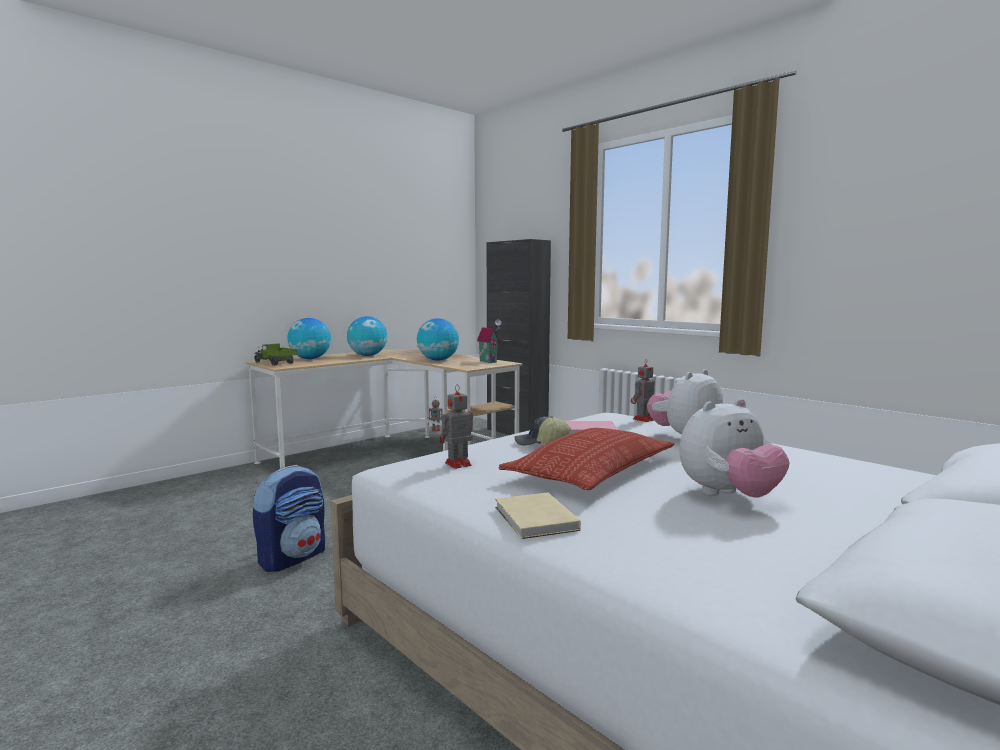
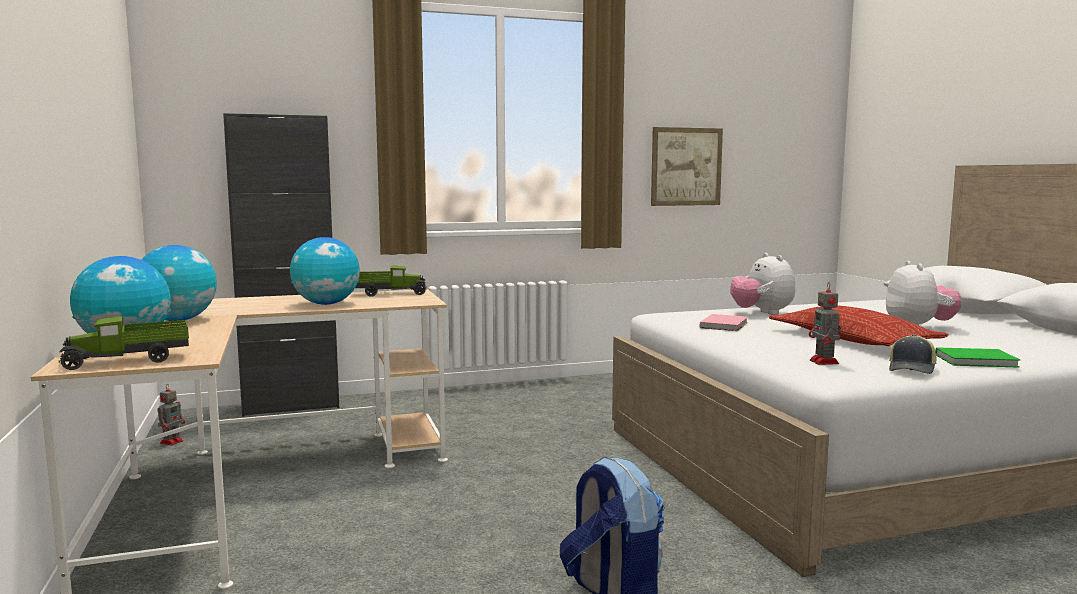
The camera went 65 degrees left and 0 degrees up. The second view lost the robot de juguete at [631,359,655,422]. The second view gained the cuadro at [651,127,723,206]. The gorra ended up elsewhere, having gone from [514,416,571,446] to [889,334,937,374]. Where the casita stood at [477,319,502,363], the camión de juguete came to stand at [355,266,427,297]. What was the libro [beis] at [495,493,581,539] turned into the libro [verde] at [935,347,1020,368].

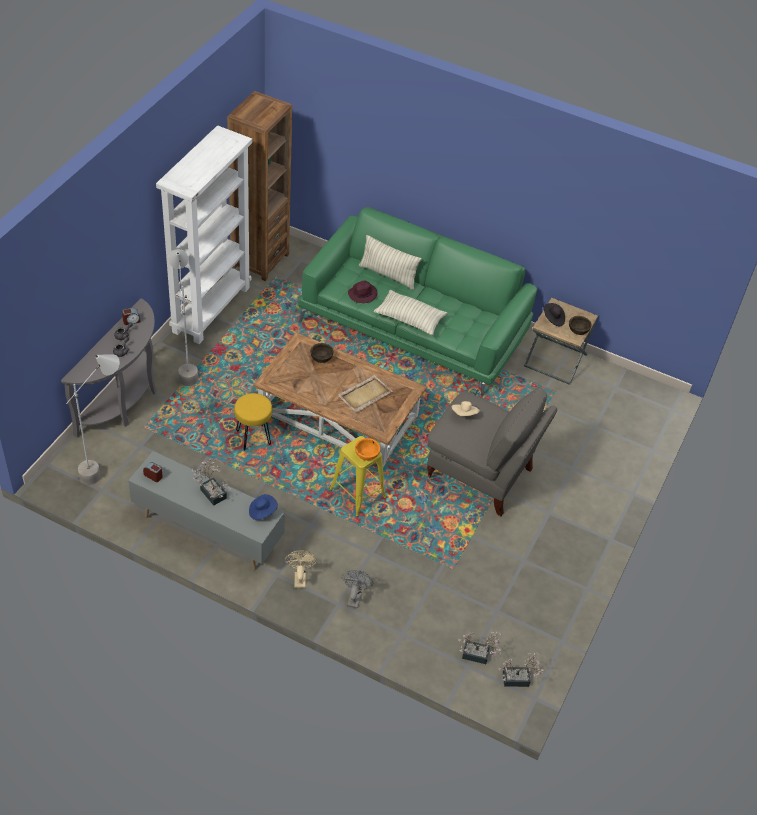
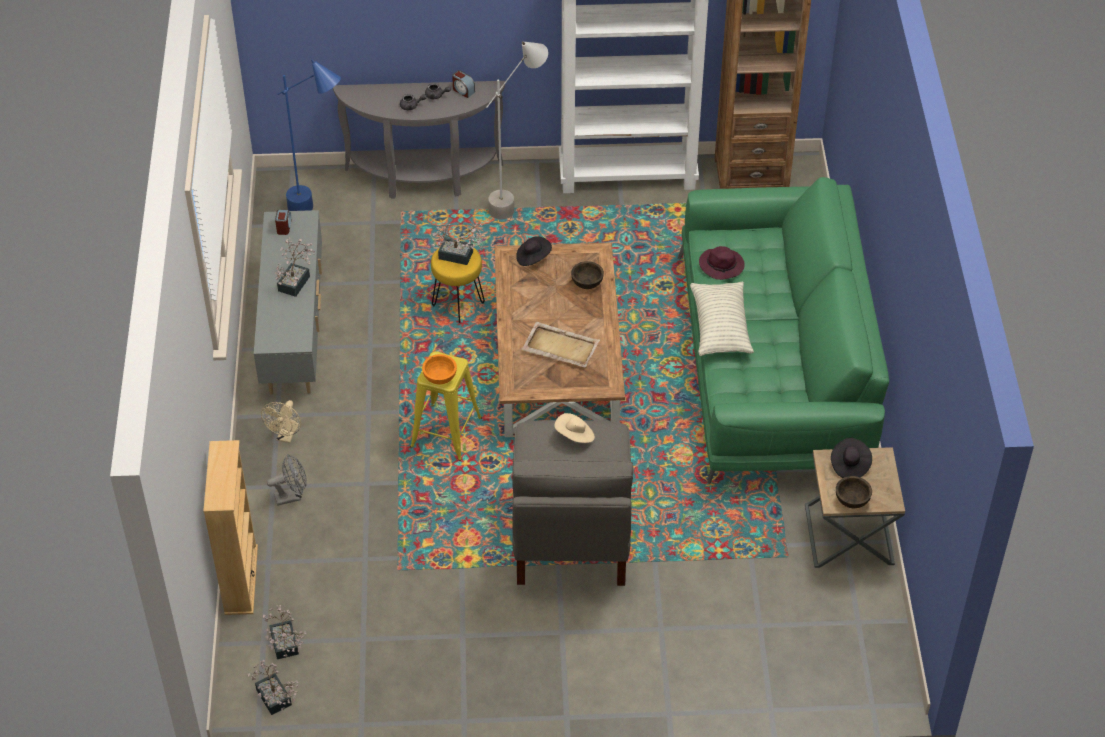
The camera went 65 degrees right and 0 degrees up. The second view lost the sombrero [azul] at [249,494,278,520]. The second view lost the cojín at [359,235,422,290]. The second view gained the estantería [beis] at [203,440,258,615]. The second view gained the planta en maceta at [432,223,482,265]. The second view gained the sombrero [negro] at [516,236,552,266]. What was the lámpara de pie [gris] at [66,354,120,485] turned into the lámpara de pie [azul] at [277,59,341,211]. The ventilador [beis] at [285,550,317,588] ended up facing another way, 135 degrees clockwise from before.

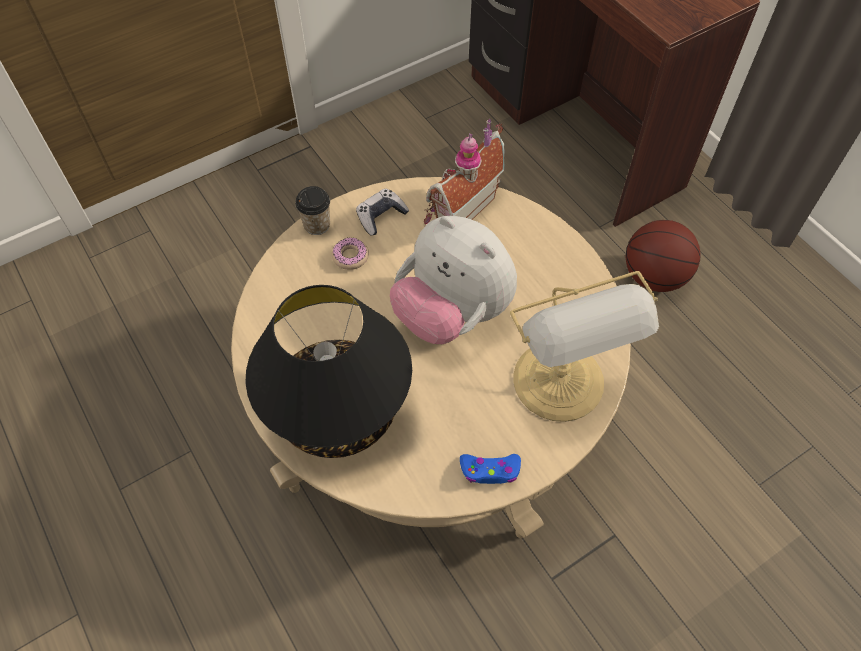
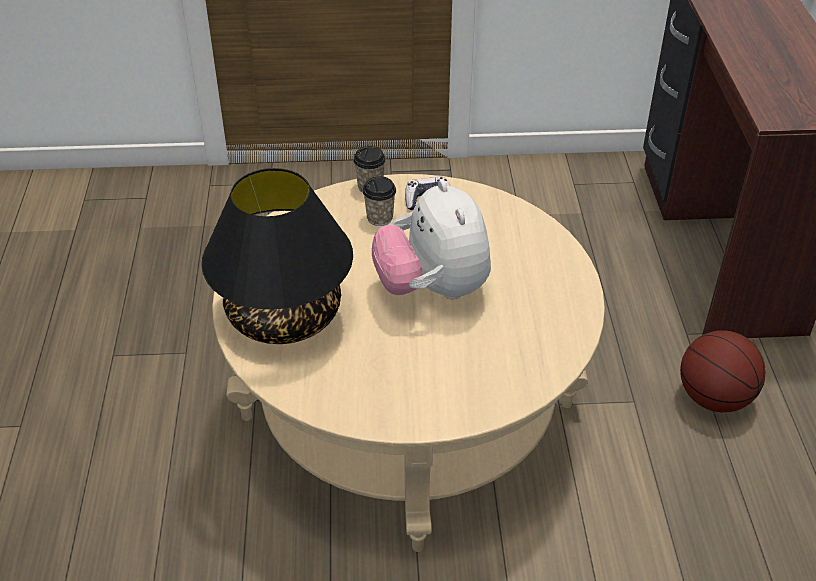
The camera went 30 degrees right and 15 degrees down. The second view lost the casita at [424,119,505,224]. The second view lost the mando de consola [azul] at [460,454,521,484]. The second view lost the lámpara de mesa at [510,271,659,422]. Where the rosquilla stood at [332,237,369,270], the taza came to stand at [362,176,396,226].

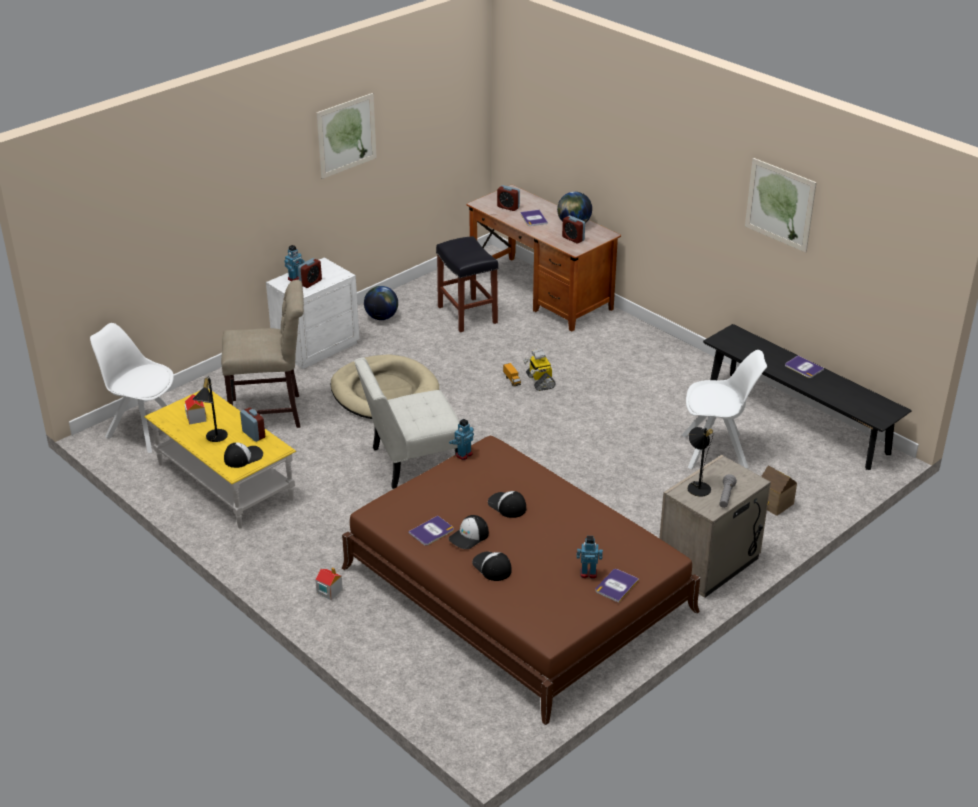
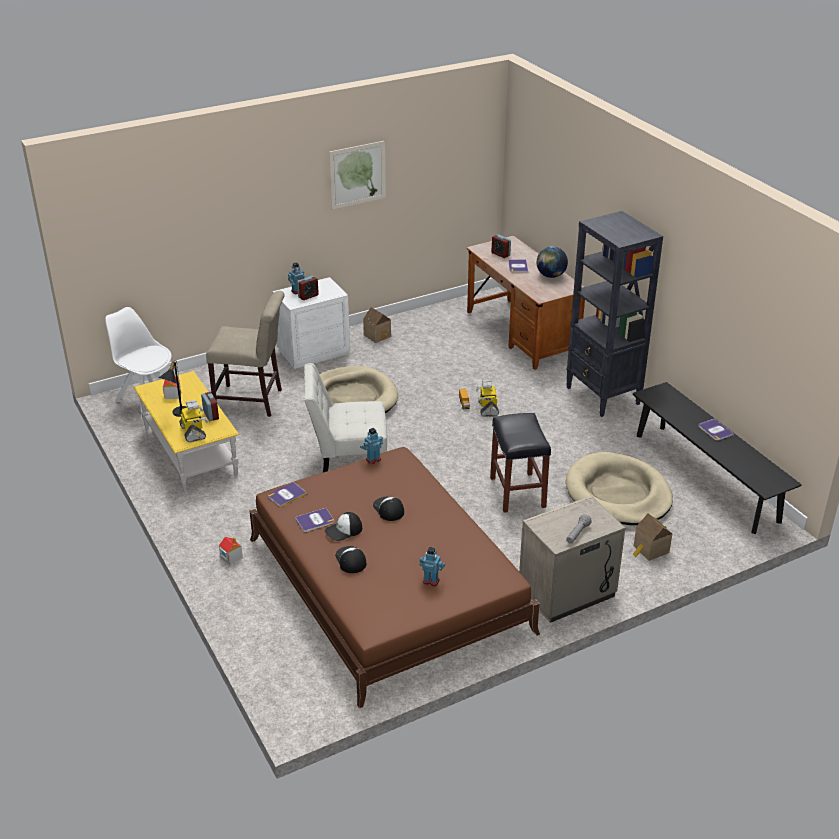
The camera went 15 degrees right and 0 degrees up. The second view lost the despertador at [562,215,585,243]. The second view lost the lámpara de mesa [negro] at [687,427,713,497]. The second view lost the cuadro at [745,158,817,253]. The second view gained the estantería [negro] at [566,211,663,417]. The taburete [negro] ended up elsewhere, having gone from [436,236,498,332] to [490,413,551,513]. The libro ended up elsewhere, having gone from [596,569,639,603] to [268,482,307,507]. Where the gorra stood at [224,442,263,468], the robot de juguete came to stand at [179,400,208,442]. Where the globo terráqueo stood at [364,286,398,320], the casita came to stand at [363,307,392,343]. Where the silla [blanco] stood at [681,350,767,469], the cama para perro [beis] came to stand at [566,452,673,525].

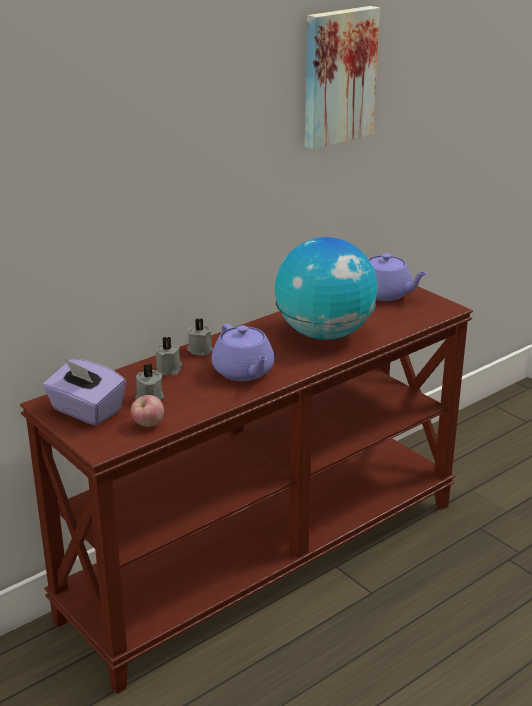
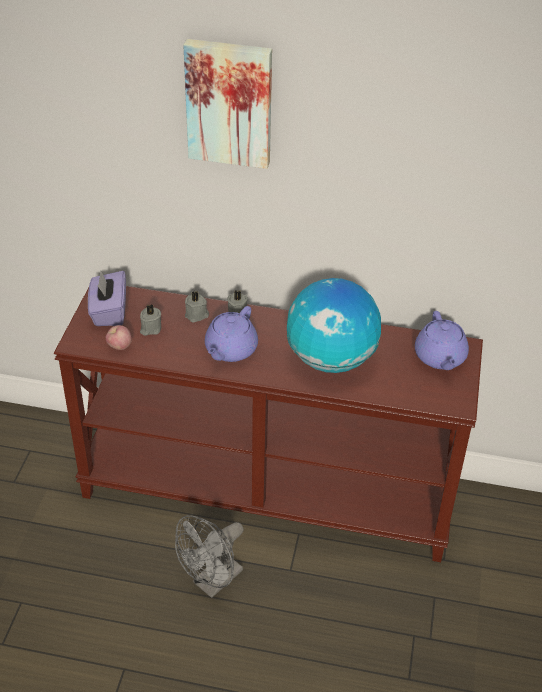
The camera went 50 degrees right and 15 degrees up. The second view gained the ventilador [gris] at [175,515,244,598]. The cuadro ended up elsewhere, having gone from [305,6,380,149] to [183,39,272,169].

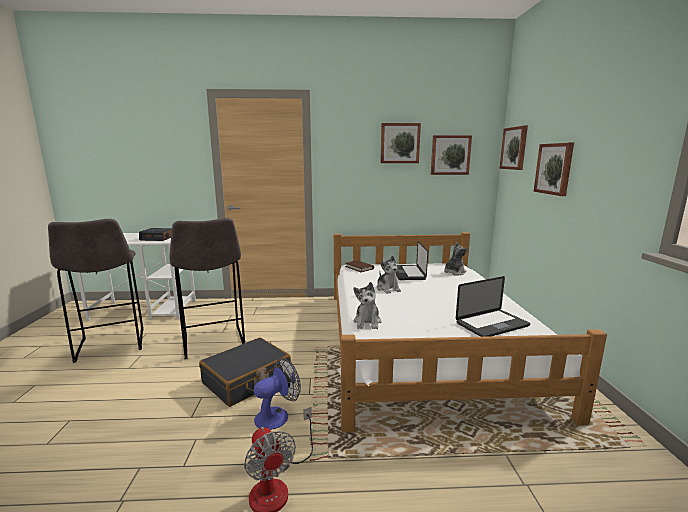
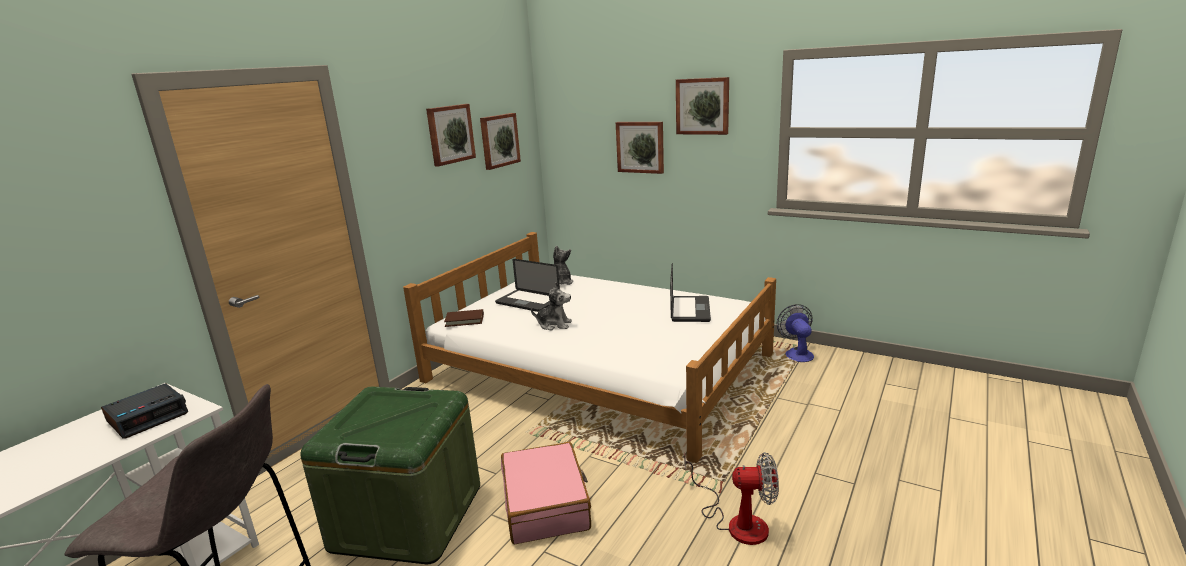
The camera went 55 degrees left and 5 degrees up. The second view lost the peluche at [353,282,382,329]. The ventilador ended up elsewhere, having gone from [254,357,301,430] to [777,304,814,362]. The cuadro ended up elsewhere, having gone from [500,125,528,170] to [676,77,729,135]. Where the taburete [gris] stood at [170,218,245,359], the caja de almacenaje [verde] came to stand at [300,387,480,564]. What was the maleta [negro] at [199,338,291,407] turned into the maleta [rosa] at [501,442,591,544].

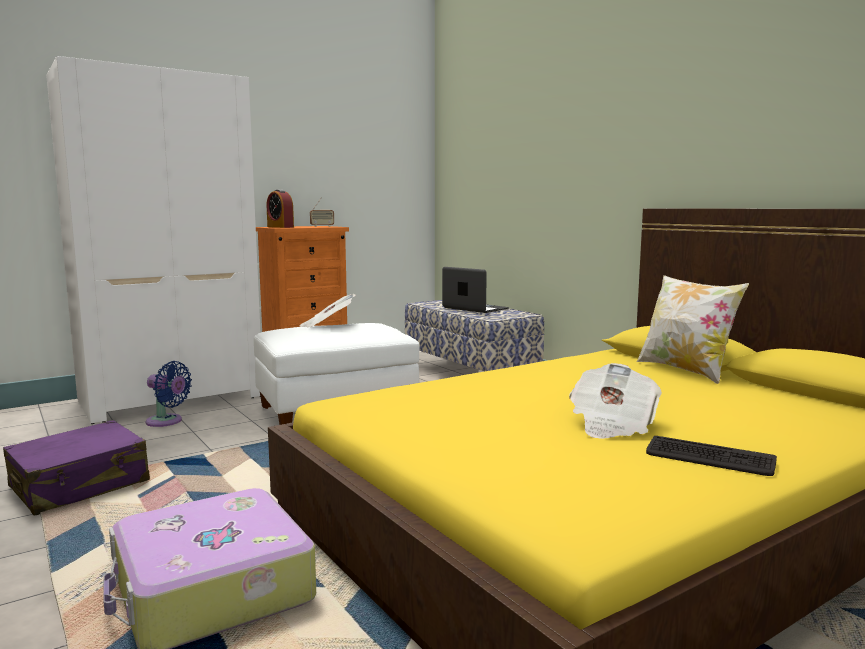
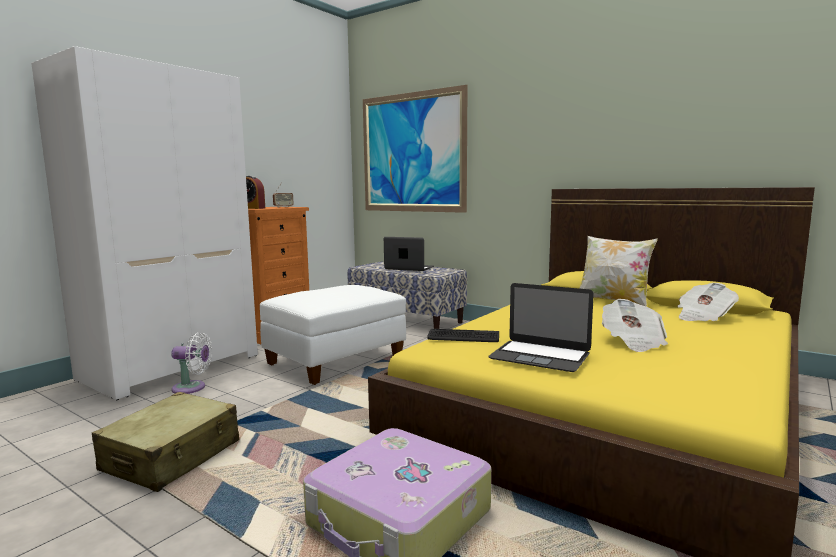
The camera went 20 degrees left and 0 degrees up. The second view gained the cuadro at [363,85,468,213]. The second view gained the portátil at [488,283,594,372]. The periódico ended up elsewhere, having gone from [300,294,356,328] to [677,283,739,321]. The teclado ended up elsewhere, having gone from [646,436,777,476] to [427,329,499,342]. What was the maleta [morado] at [3,420,150,516] turned into the maleta [beis] at [92,392,239,492]. What was the ventilador [azul] at [146,361,192,427] turned into the ventilador [blanco] at [171,332,212,394].

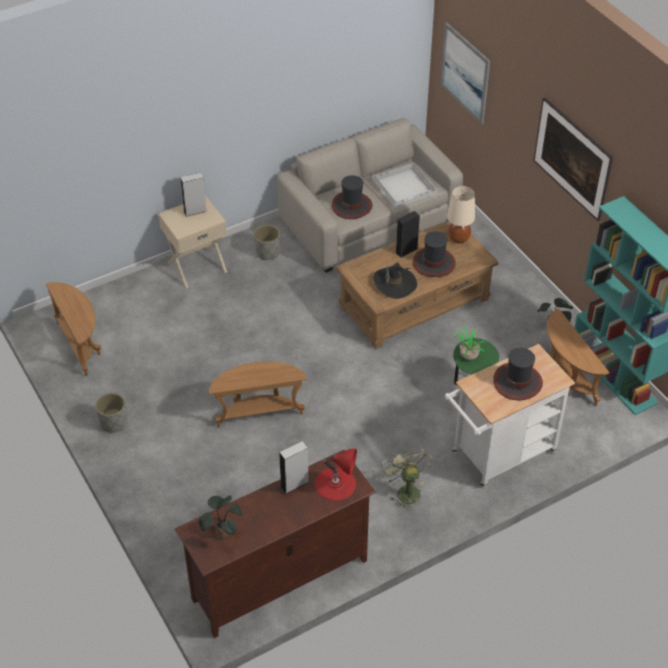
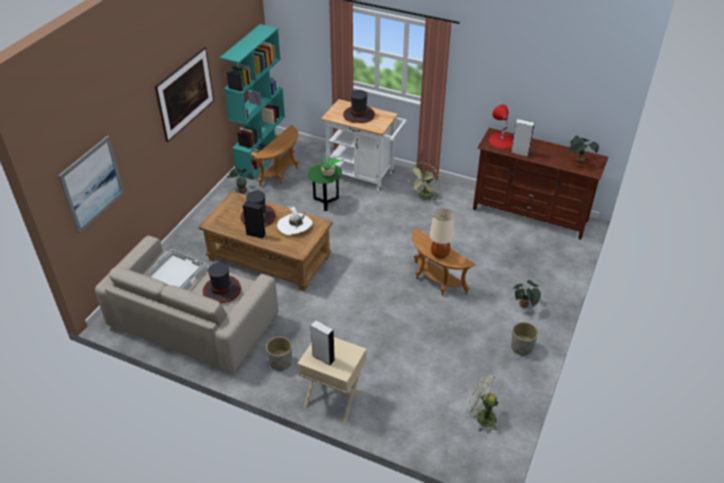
The camera went 125 degrees left and 5 degrees down. The second view gained the planta en maceta at [513,280,541,308]. The lámpara de mesa [beis] ended up elsewhere, having gone from [447,186,475,244] to [430,209,454,259]. Where the mesa auxiliar [marrón] stood at [46,282,101,376], the ventilador [verde] came to stand at [467,374,501,433]. What was the sombrero [negro] at [373,263,417,299] turned into the sombrero [blanco] at [277,206,313,235].

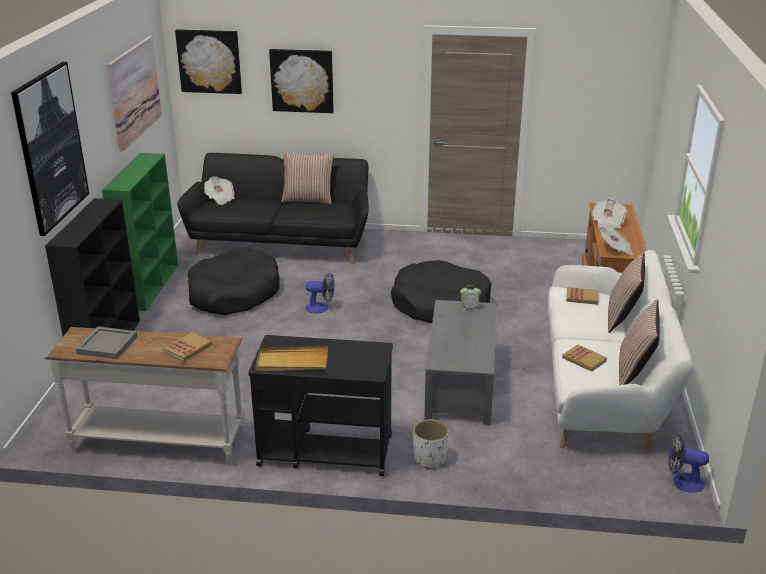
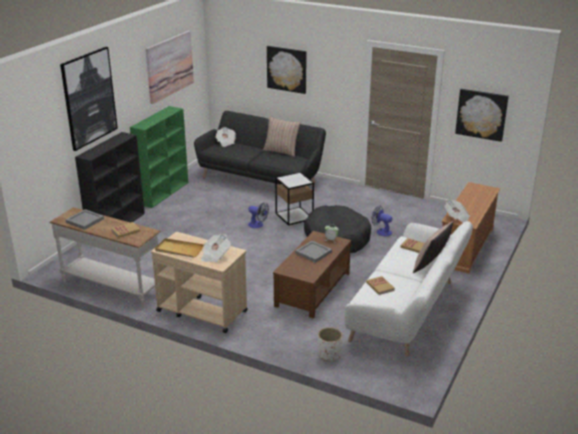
The camera went 20 degrees right and 0 degrees up. The second view lost the cama para perro [negro] at [188,247,280,315]. The second view lost the cojín at [619,299,660,385]. The second view gained the mesa auxiliar at [275,172,314,226]. The second view gained the bandeja [gris] at [295,241,332,263]. The cuadro ended up elsewhere, having gone from [175,29,242,94] to [455,89,509,142]. The maceta [blanco] ended up elsewhere, having gone from [413,419,449,469] to [318,327,342,361]. The periódico ended up elsewhere, having gone from [592,198,627,229] to [200,234,231,262]. The ventilador ended up elsewhere, having gone from [669,434,709,493] to [371,206,392,236]. What was the carrito [negro] at [249,335,393,476] turned into the carrito [beis] at [151,232,248,333]. What was the mesa de centro [gris] at [424,300,496,425] turned into the mesa de centro [marrón] at [273,231,351,318].

